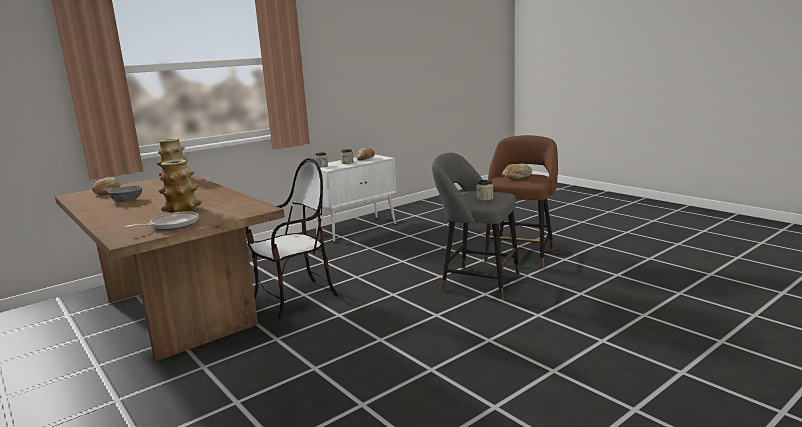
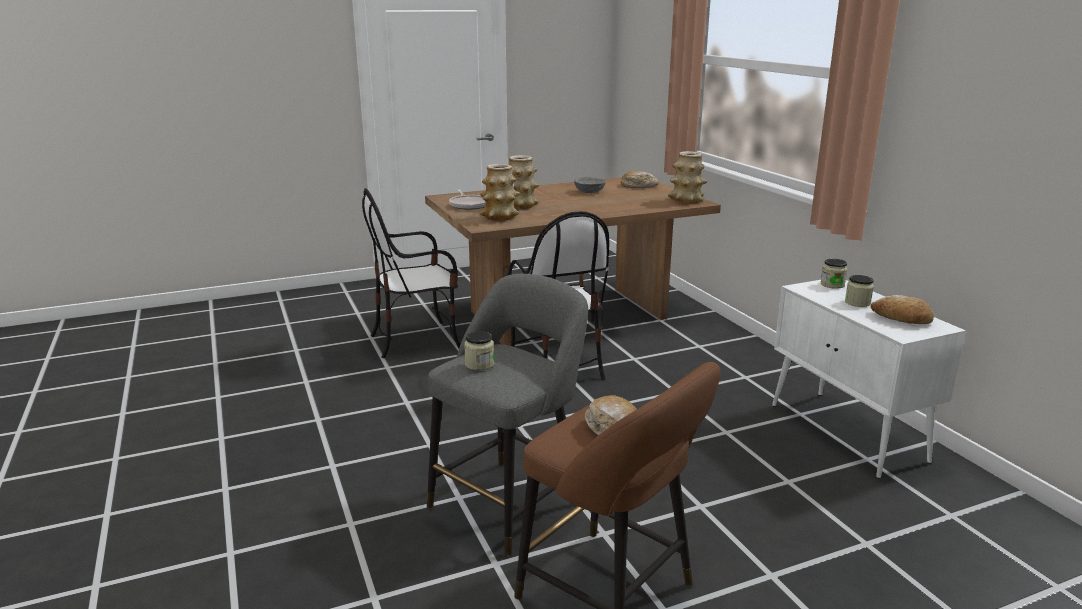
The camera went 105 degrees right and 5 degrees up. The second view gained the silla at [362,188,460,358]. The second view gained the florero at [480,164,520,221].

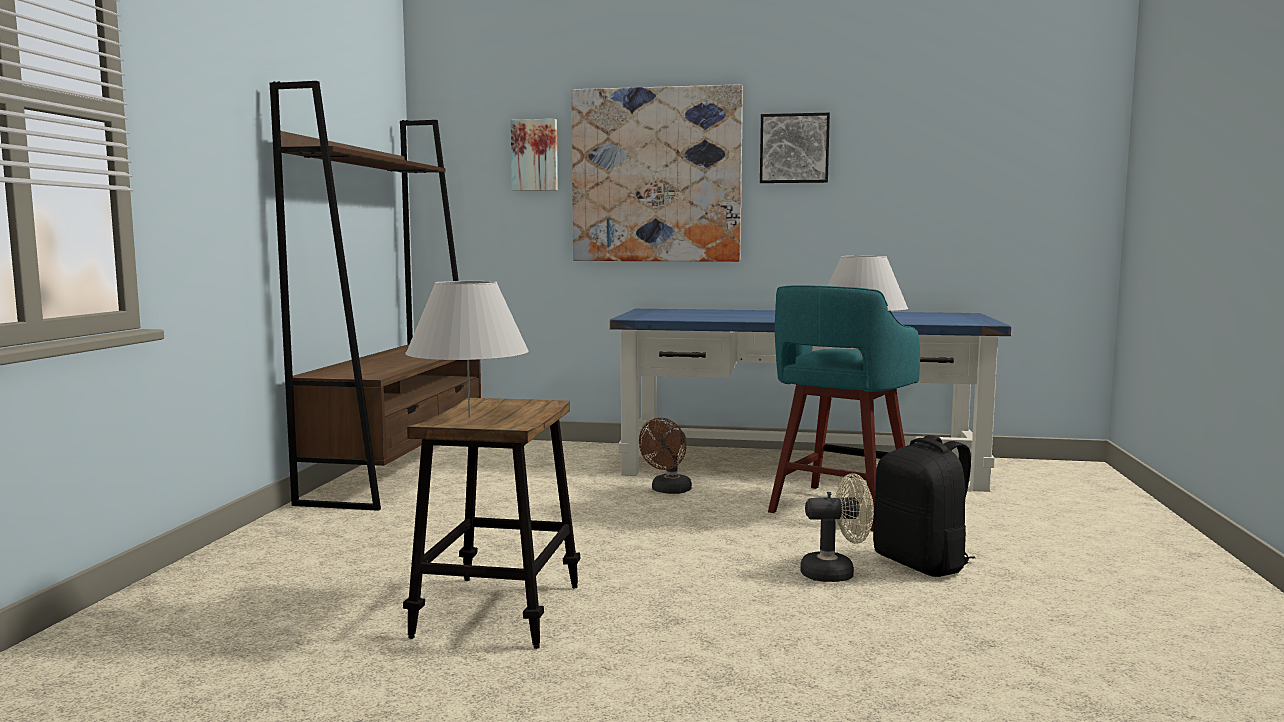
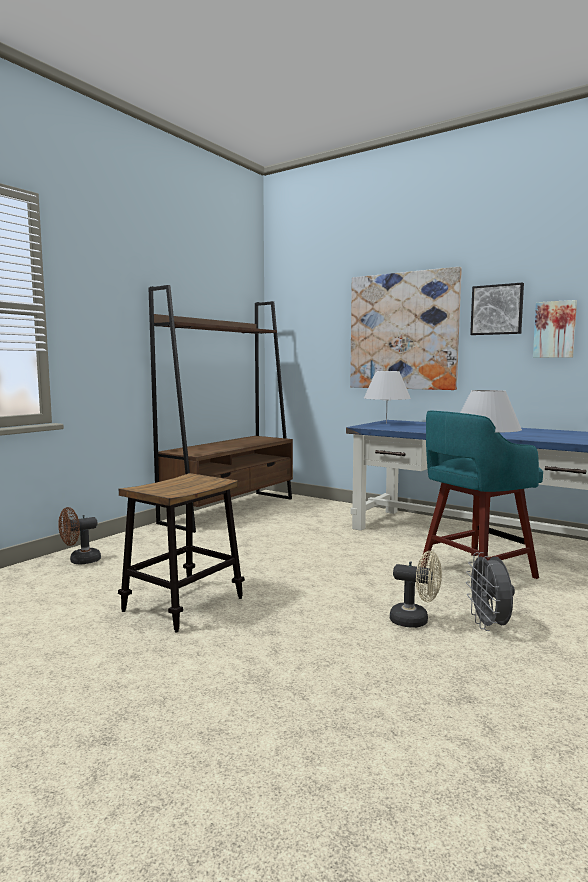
The camera went 25 degrees right and 0 degrees up. The lámpara de mesa [blanco] ended up elsewhere, having gone from [405,281,529,417] to [364,371,411,424]. The cuadro ended up elsewhere, having gone from [510,119,558,191] to [533,300,577,358]. The ventilador [marrón] ended up elsewhere, having gone from [639,418,692,494] to [58,507,101,565]. Where the mochila [negro] stood at [873,435,976,577], the ventilador [gris] came to stand at [466,552,515,631].

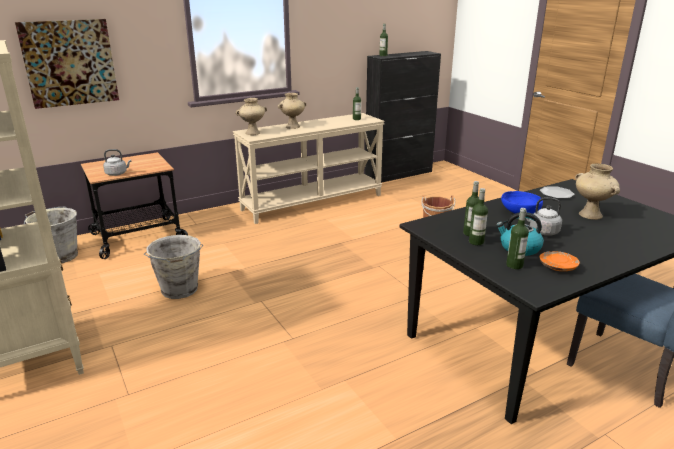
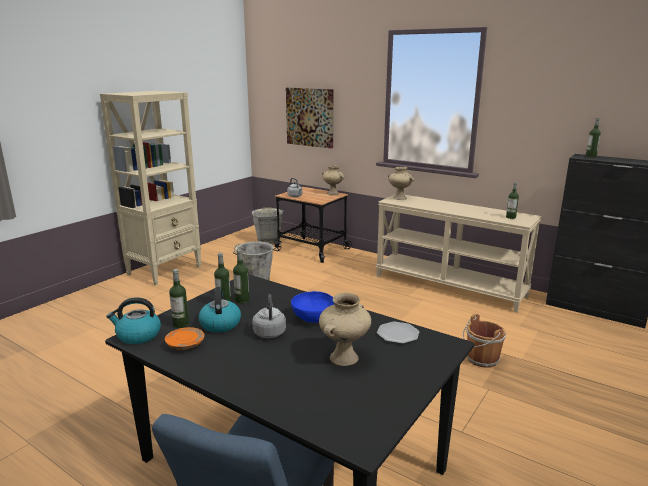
The camera went 65 degrees right and 5 degrees down. The second view gained the hervidor at [106,297,161,344]. The florero [beis] ended up elsewhere, having gone from [278,93,306,129] to [322,165,344,195].

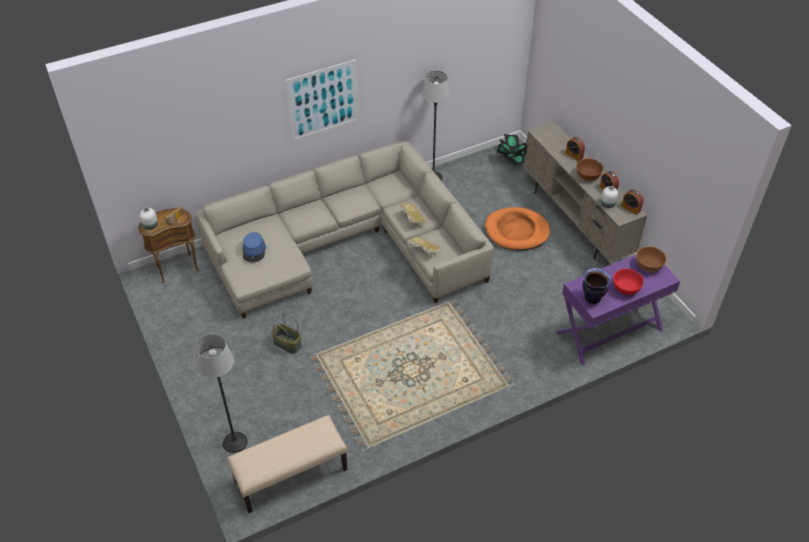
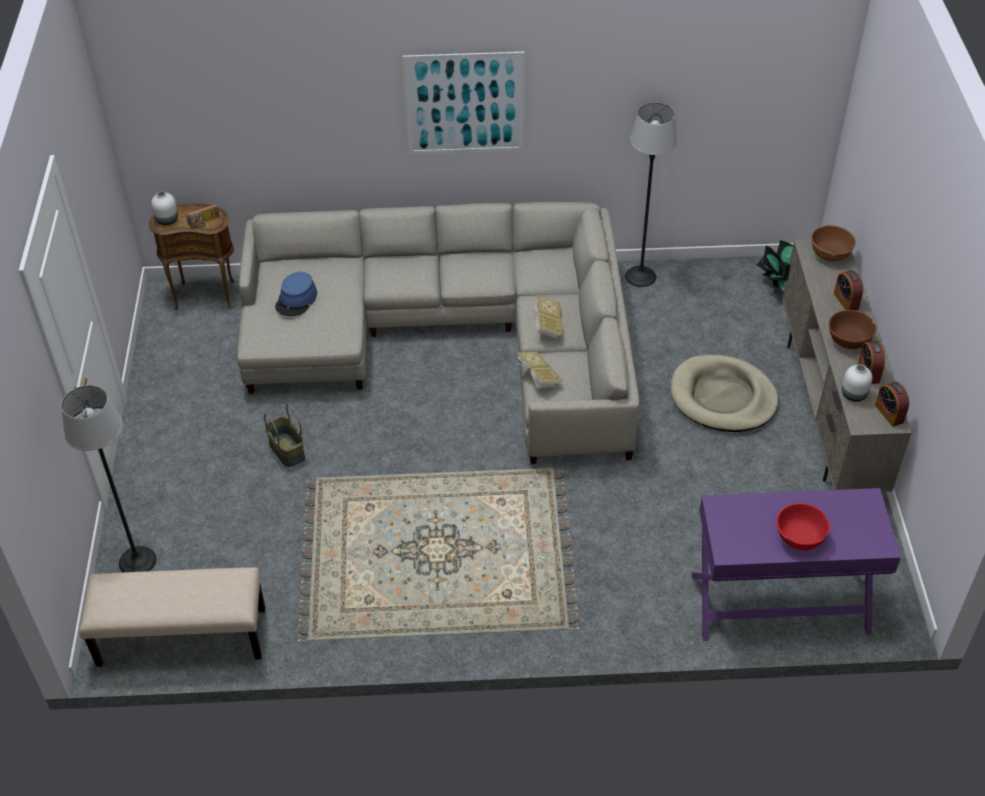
The camera went 25 degrees right and 0 degrees up. The second view lost the florero at [583,268,611,304]. The cuenco [marrón] ended up elsewhere, having gone from [636,246,667,272] to [811,225,856,262]. What was the cama para perro [naranja] at [485,207,550,251] turned into the cama para perro [beis] at [671,355,779,432].

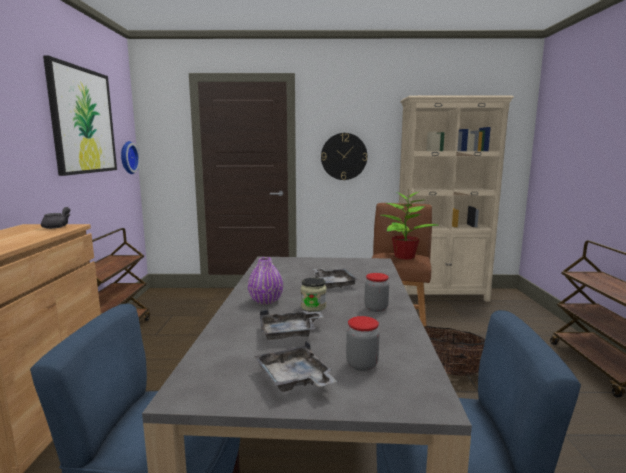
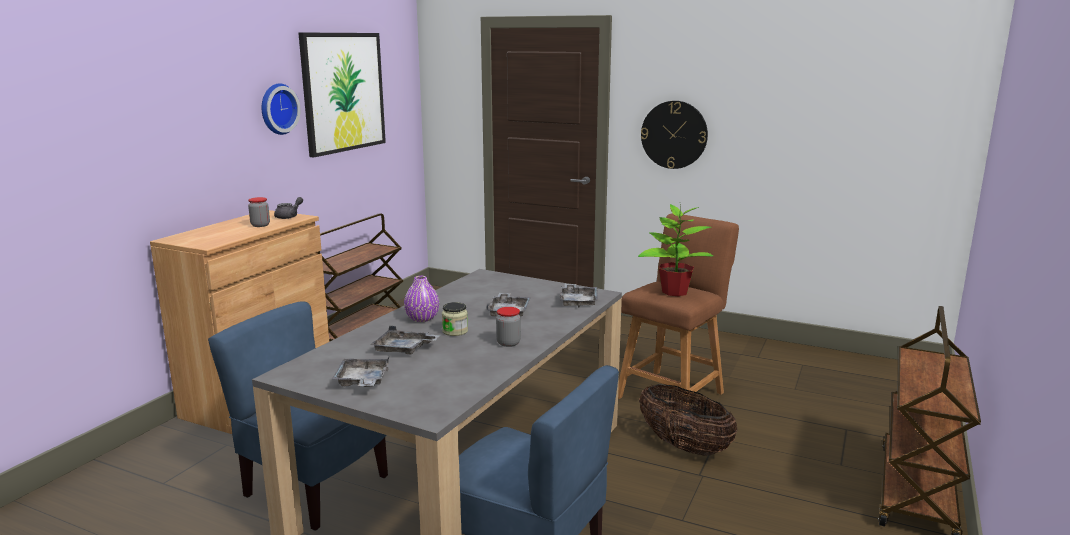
The camera went 25 degrees right and 5 degrees up. The second view lost the estantería [beis] at [399,96,514,302]. The second view gained the bandeja [gris] at [560,284,598,307]. The reloj de pared ended up elsewhere, having gone from [121,141,140,174] to [262,83,301,135]. The tarro ended up elsewhere, having gone from [346,316,380,371] to [248,197,270,227].

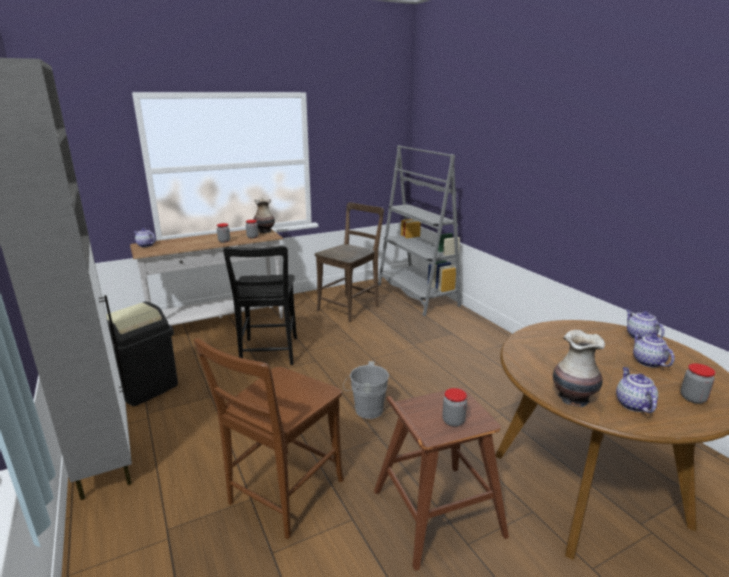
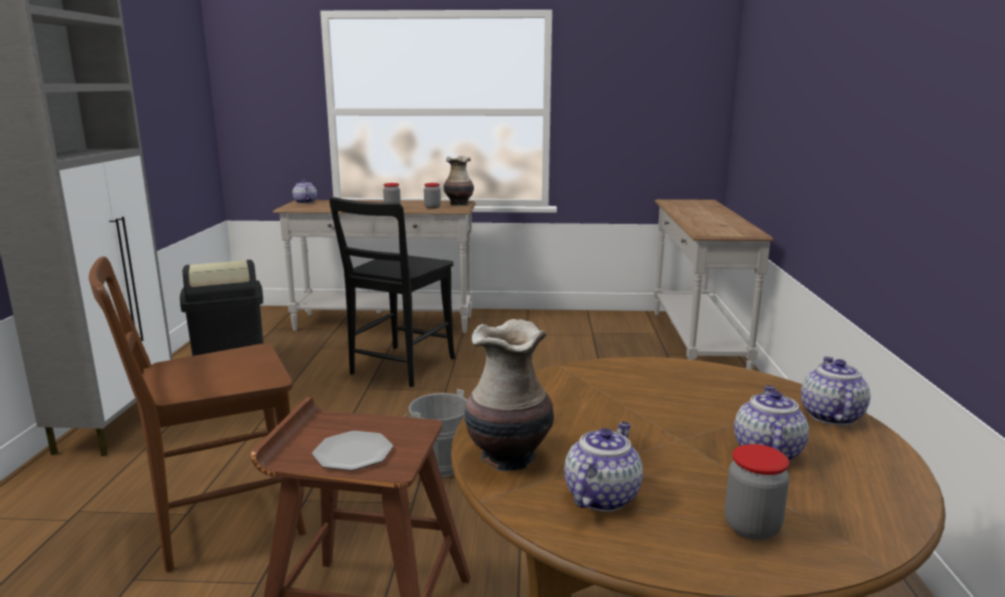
The camera went 30 degrees right and 5 degrees down. The second view lost the silla [marrón] at [315,202,384,322]. Where the estantería [gris] stood at [378,145,461,316], the mesa consola [blanco] came to stand at [654,199,773,370]. Where the tarro stood at [442,388,467,427], the plato came to stand at [312,431,393,471].

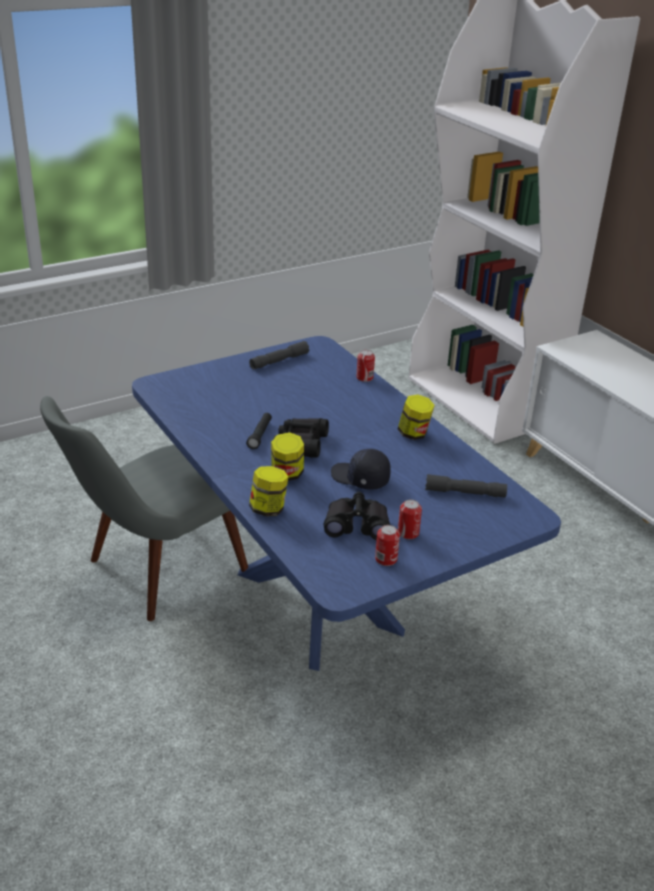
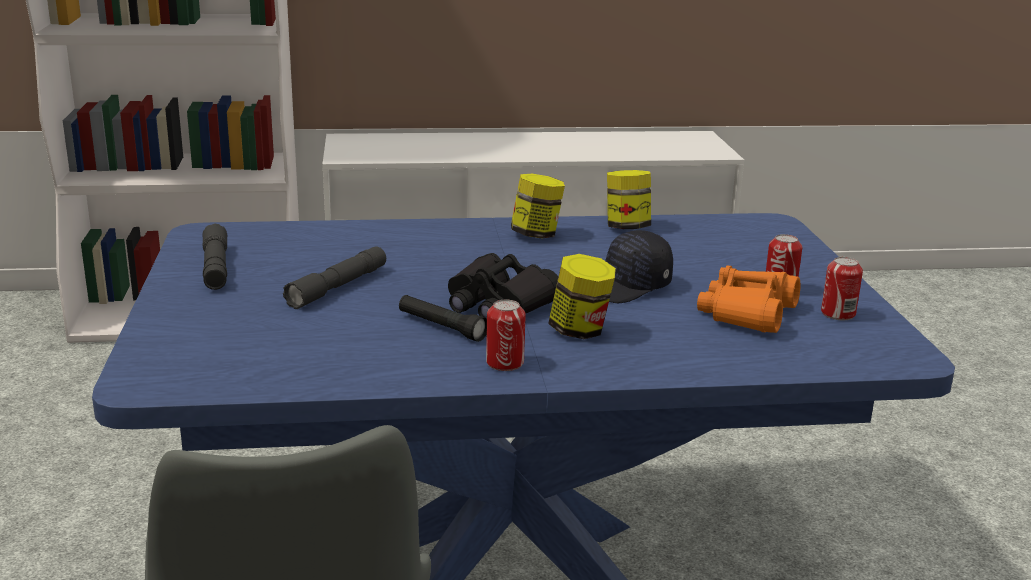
The camera went 65 degrees left and 10 degrees down. The tarro ended up elsewhere, having gone from [249,466,289,516] to [607,170,651,229]. The lata ended up elsewhere, having gone from [356,350,375,382] to [486,300,526,371]. The linterna [gris] ended up elsewhere, having gone from [425,474,507,498] to [283,246,386,309]. What was the prismáticos [negro] at [324,492,390,540] turned into the prismáticos [naranja] at [697,265,800,333].

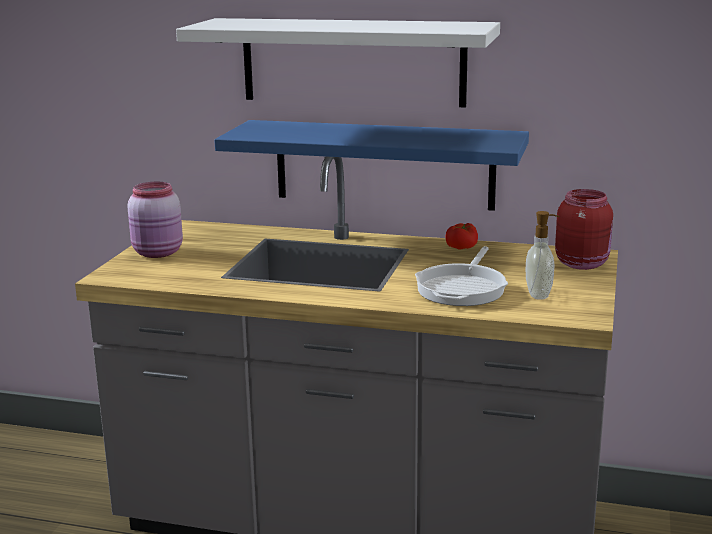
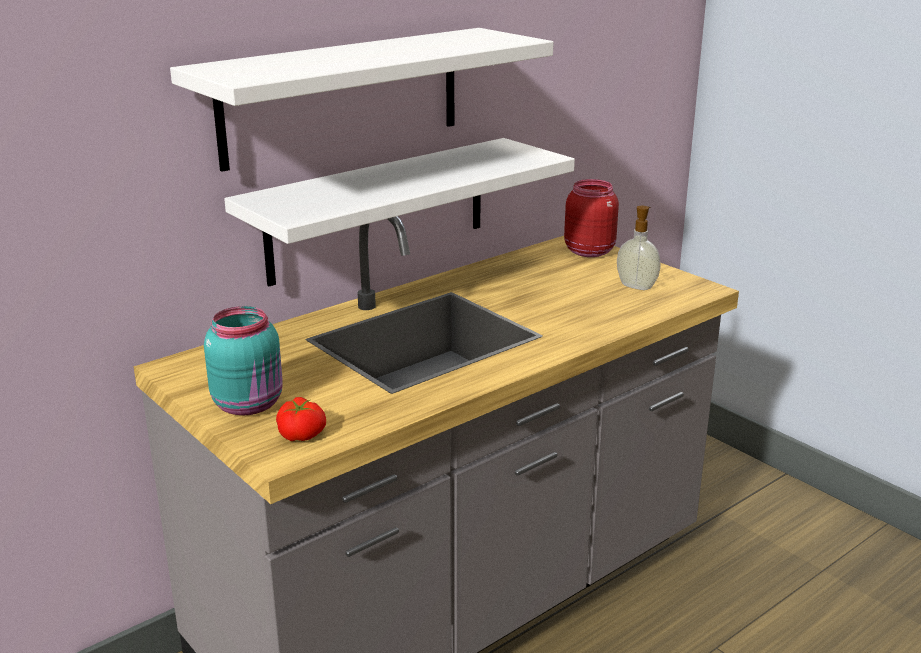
The camera went 55 degrees left and 5 degrees up. The second view lost the sartén at [415,246,508,306]. The tomate ended up elsewhere, having gone from [445,223,478,250] to [276,397,326,441]. What was the tarro [rosa] at [128,182,183,258] turned into the tarro [turquesa] at [204,306,283,415]. What was the estante [azul] at [214,120,529,211] turned into the estante [blanco] at [224,138,575,286].

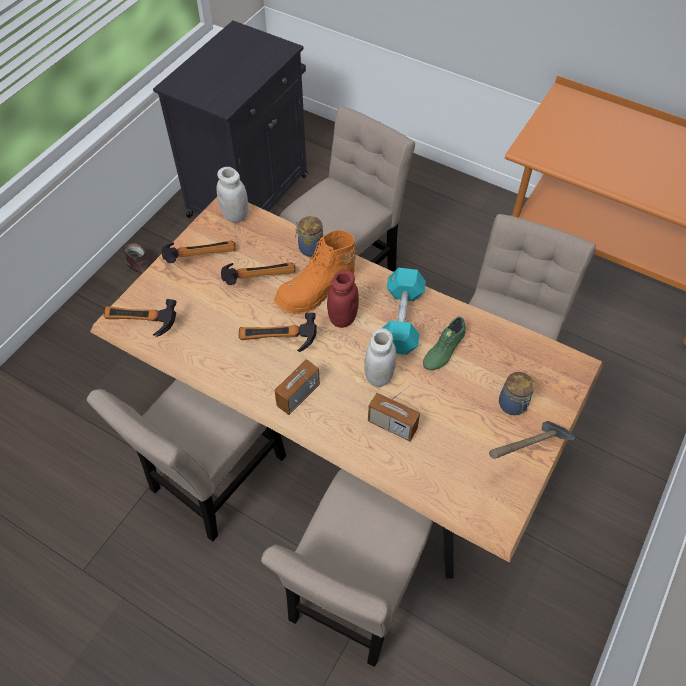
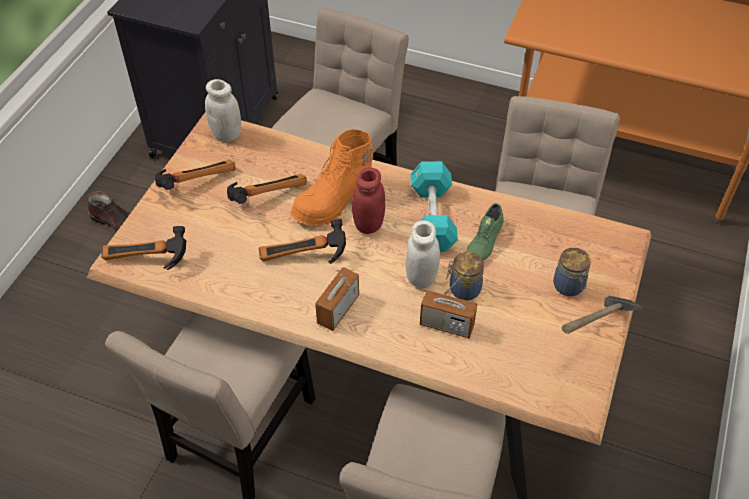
The camera went 10 degrees left and 5 degrees down. The tarro ended up elsewhere, having gone from [295,216,323,257] to [446,252,484,301].

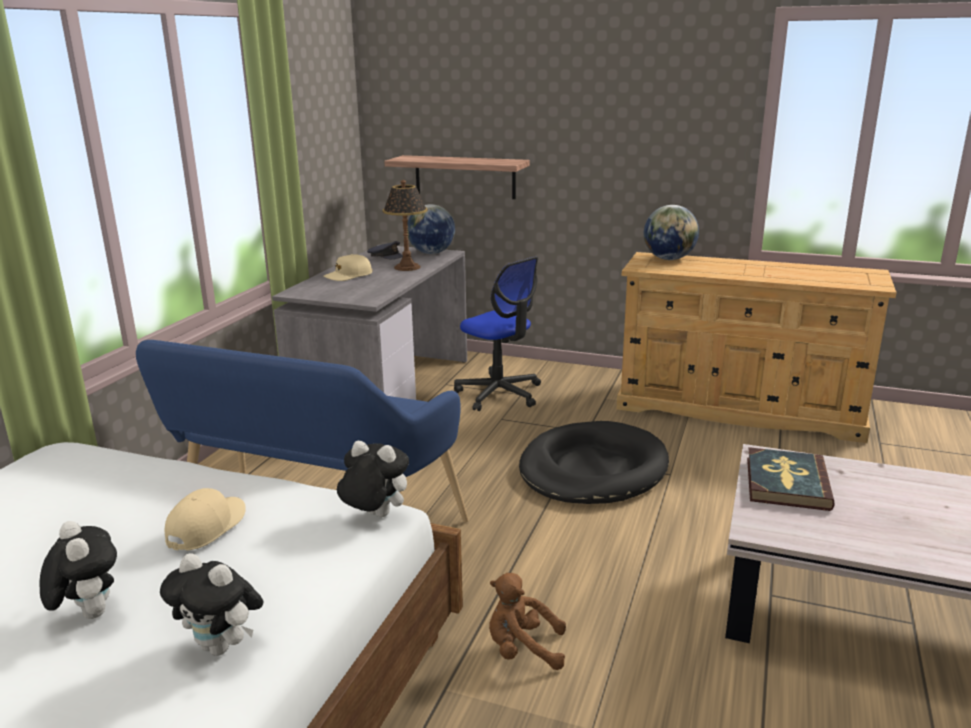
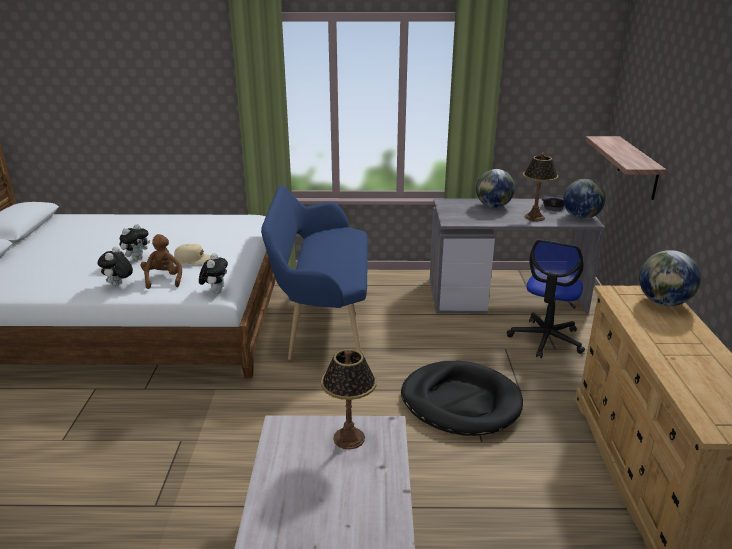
The camera went 70 degrees right and 5 degrees up. The peluche [marrón] ended up elsewhere, having gone from [489,573,566,670] to [141,234,182,289]. Where the gorra [beis] stood at [324,254,372,281], the globo terráqueo came to stand at [476,169,515,208]. Where the libro stood at [747,447,835,511], the lámpara de mesa came to stand at [321,349,377,449].

